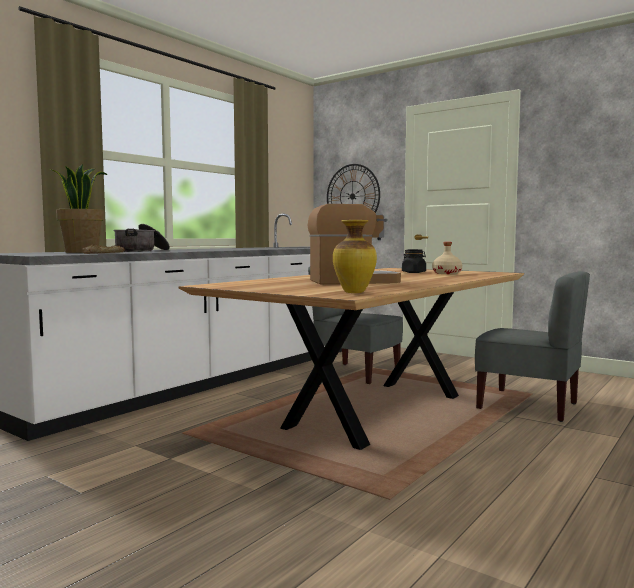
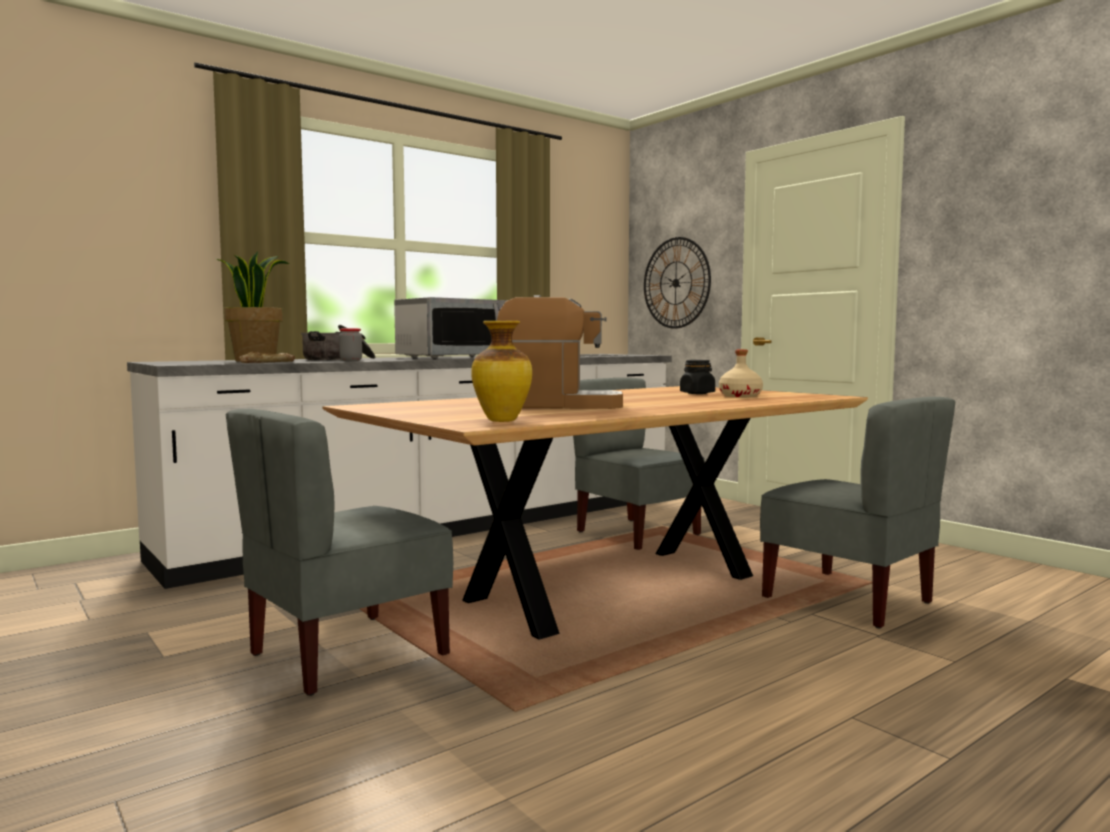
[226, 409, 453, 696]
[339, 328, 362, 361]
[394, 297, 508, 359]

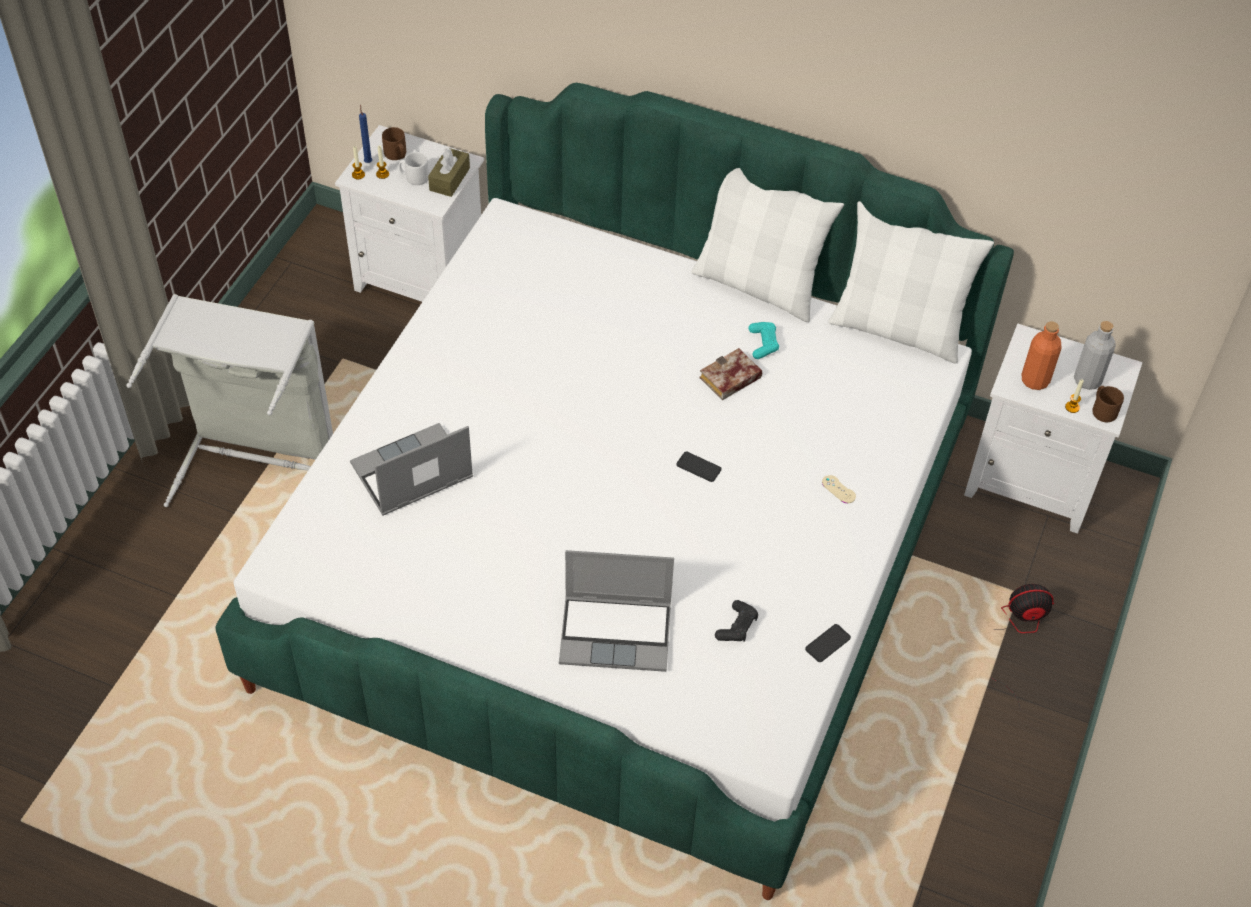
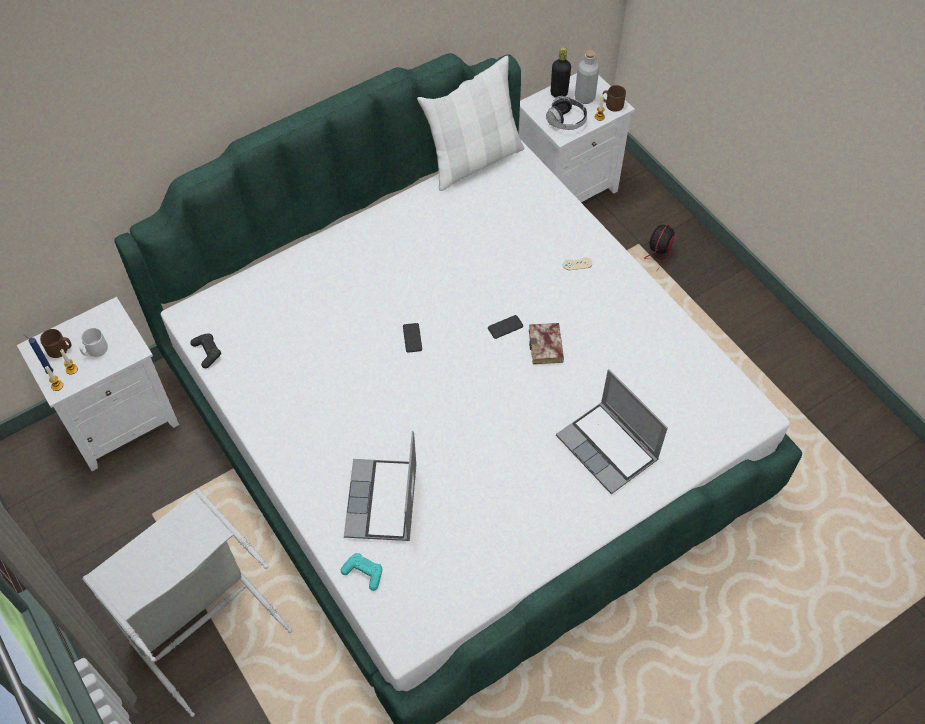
[428, 147, 470, 197] (first image)
[691, 168, 844, 322] (first image)
[551, 47, 571, 98]
[529, 323, 564, 364]
[190, 333, 221, 368]
[341, 553, 382, 591]
[403, 323, 422, 353]
[546, 96, 587, 130]
[556, 369, 668, 494]

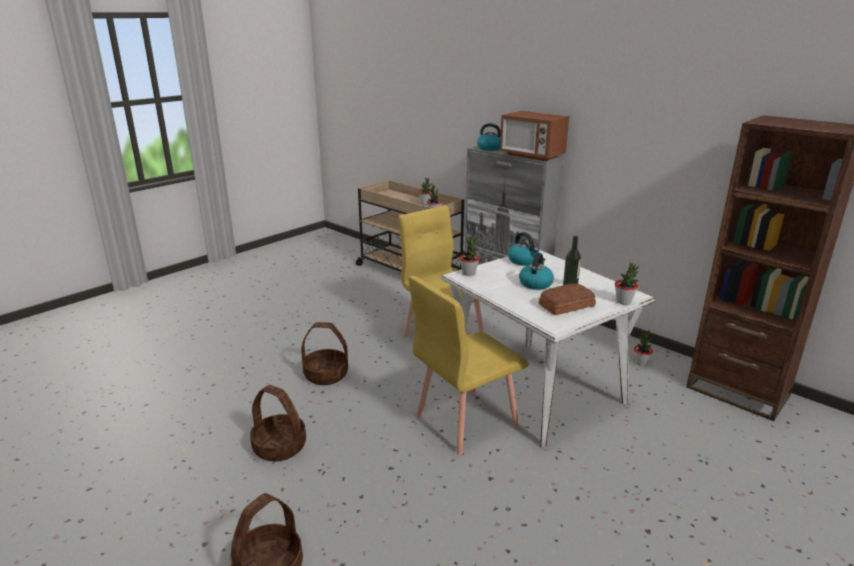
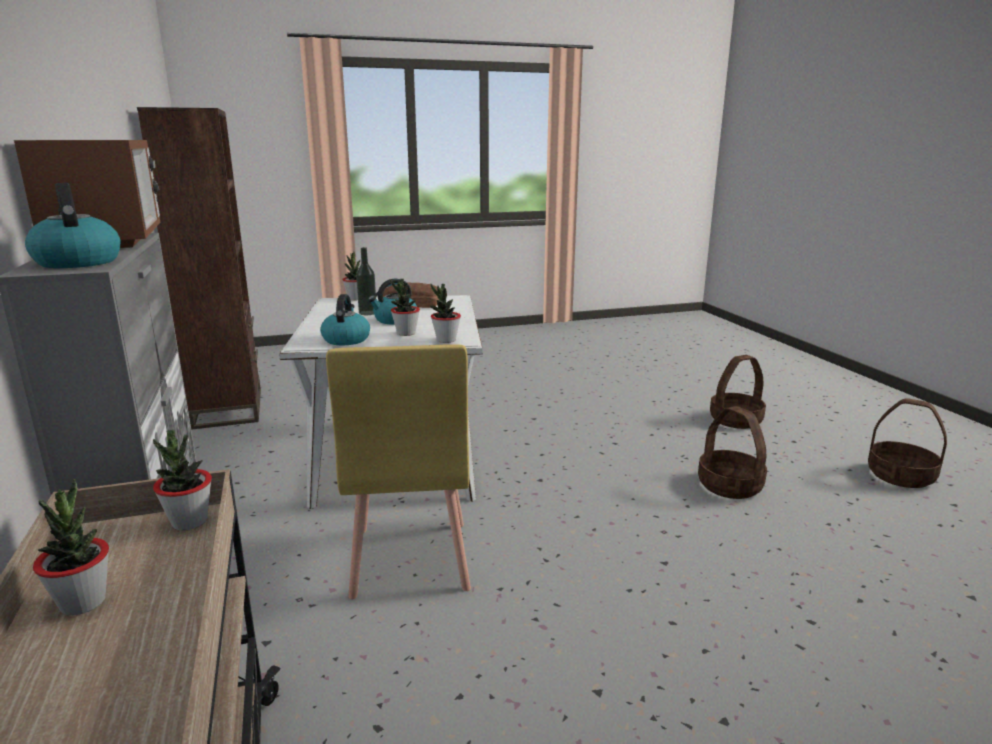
[408, 276, 529, 455] (first image)
[868, 398, 947, 488]
[390, 279, 420, 336]

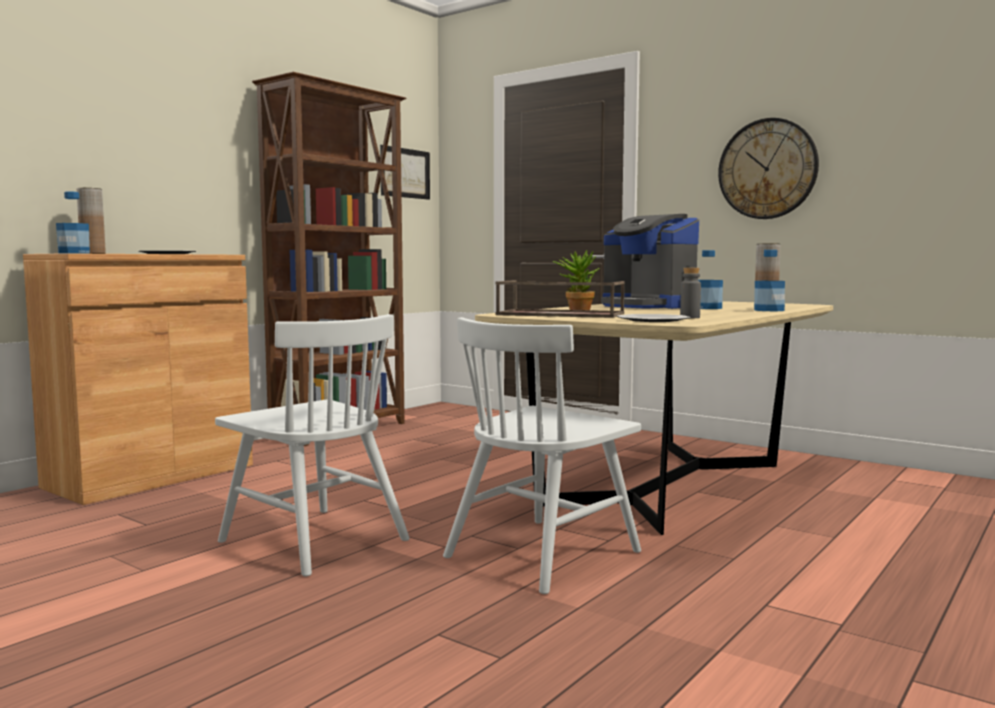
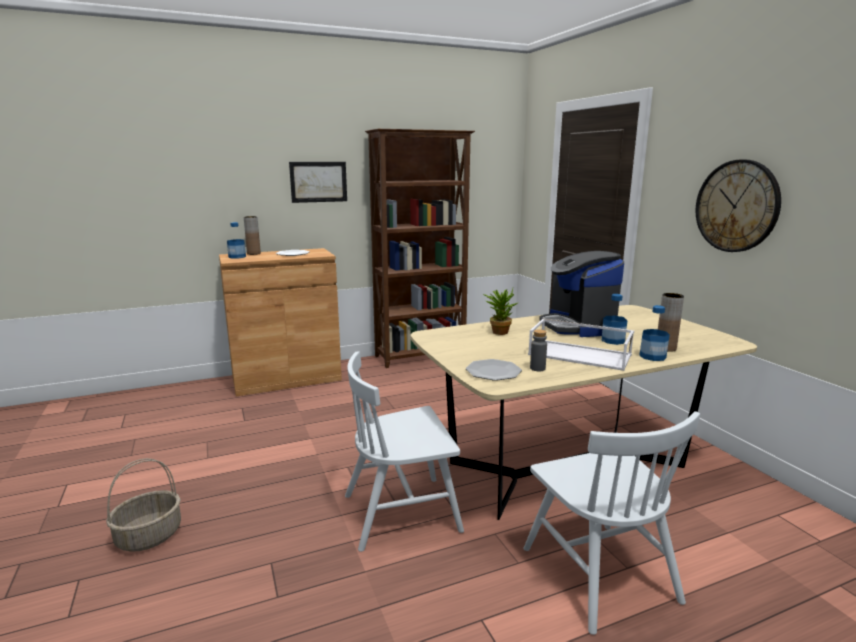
[495, 280, 624, 318] (first image)
[106, 458, 181, 552]
[528, 319, 634, 371]
[523, 411, 700, 635]
[289, 162, 347, 203]

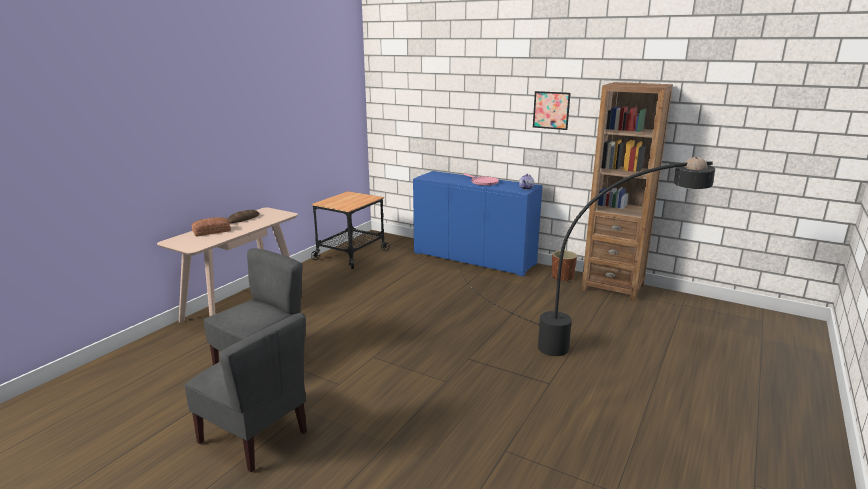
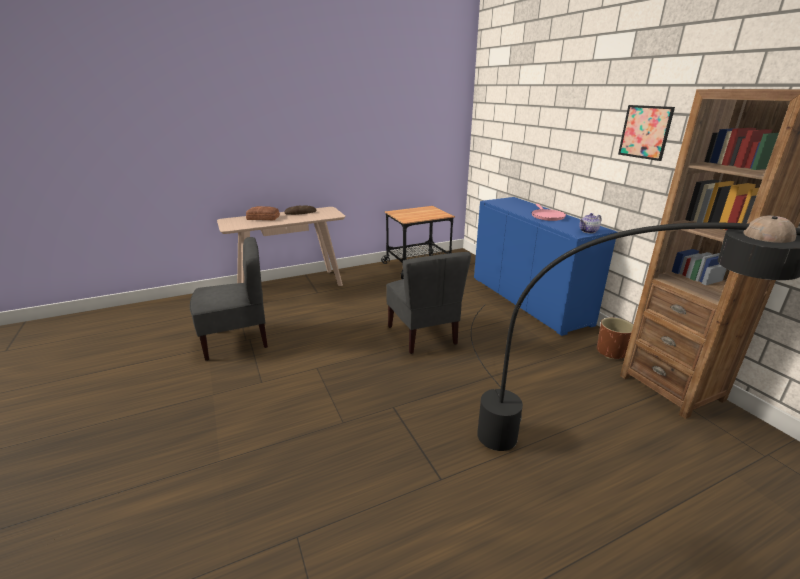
[386, 252, 471, 354]

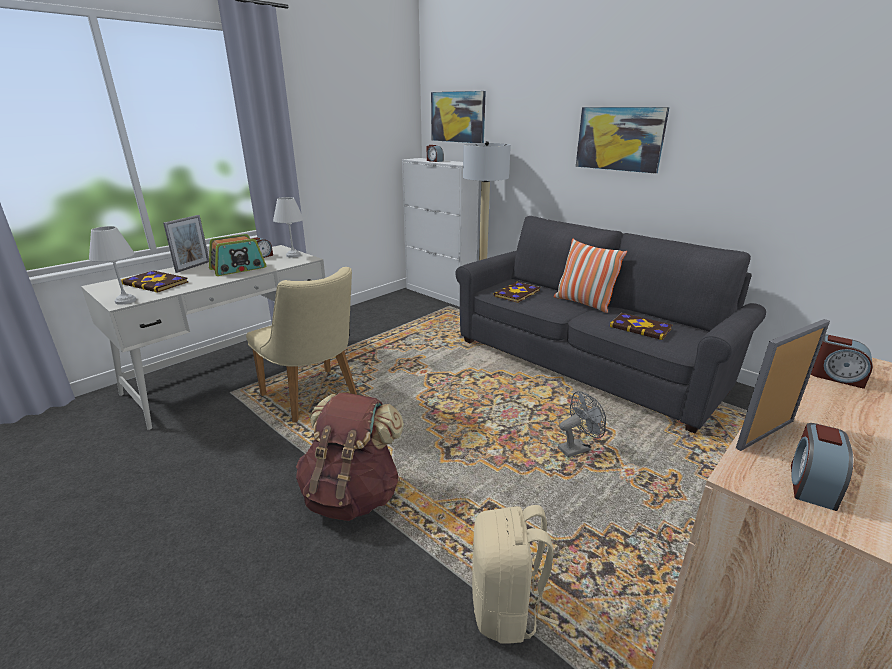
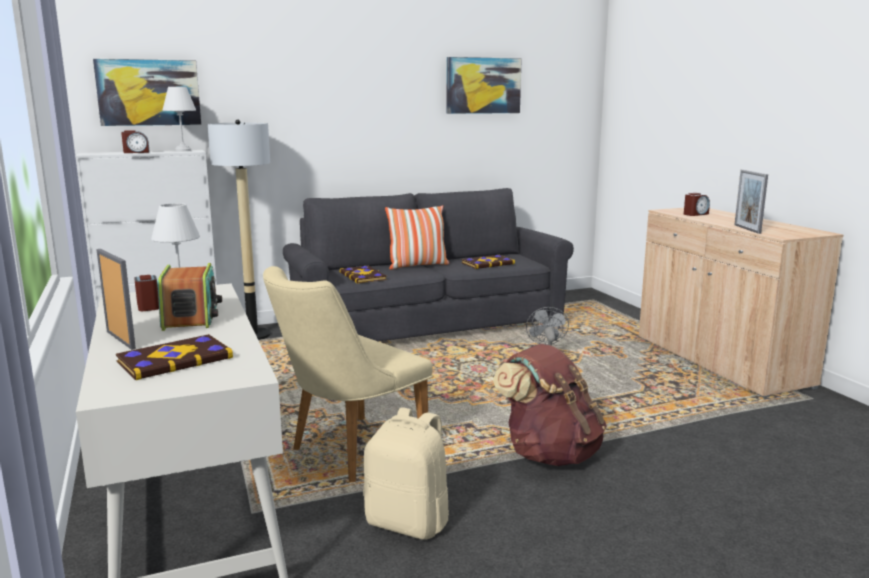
[791, 423, 854, 511] (first image)
[162, 87, 196, 151]
[363, 407, 449, 540]
[446, 57, 522, 114]
[263, 266, 433, 482]

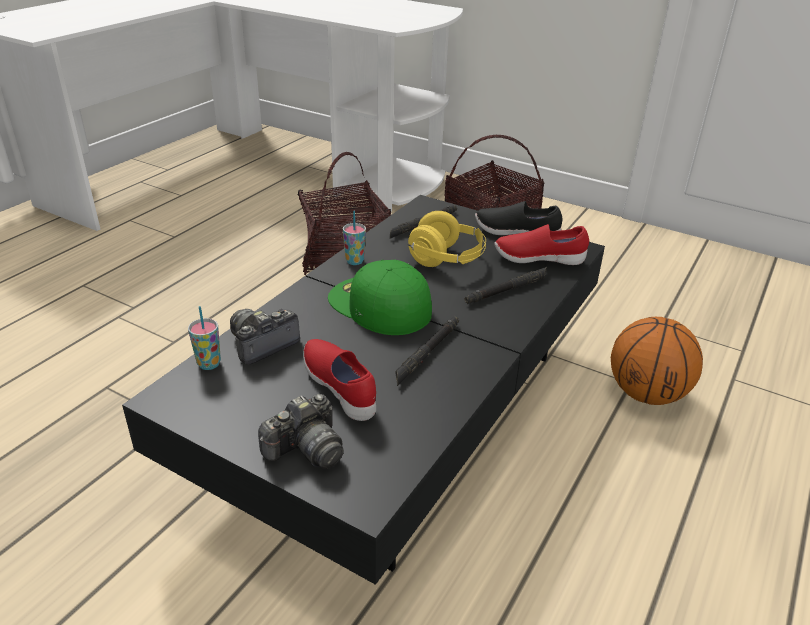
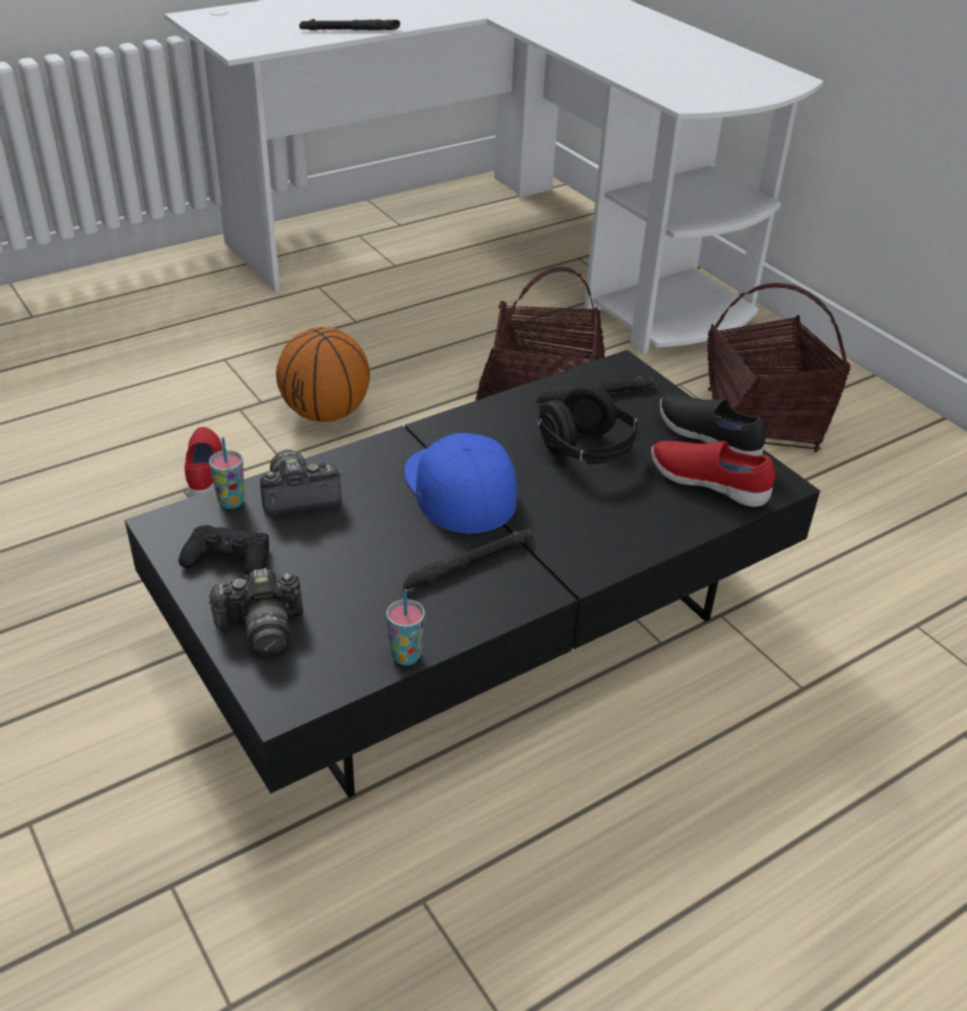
[178, 525, 269, 576]
[184, 427, 223, 498]
[386, 589, 425, 665]
[299, 19, 400, 30]
[276, 327, 370, 422]
[404, 433, 517, 534]
[536, 384, 640, 464]

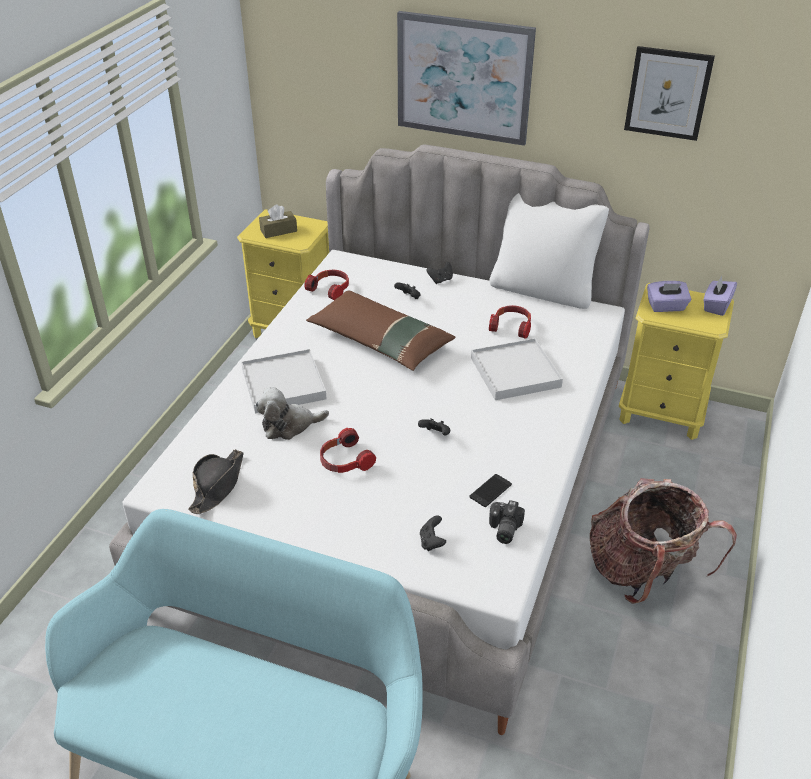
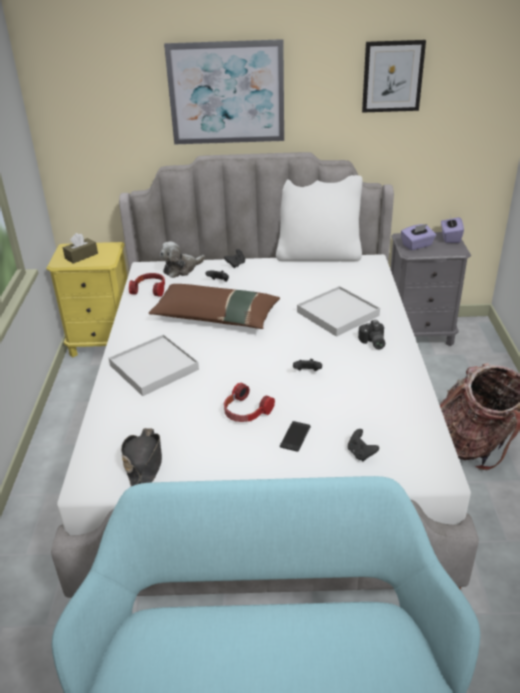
[489, 305, 531, 339] (first image)
[160, 241, 205, 278]
[280, 421, 311, 452]
[358, 320, 385, 349]
[390, 232, 471, 346]

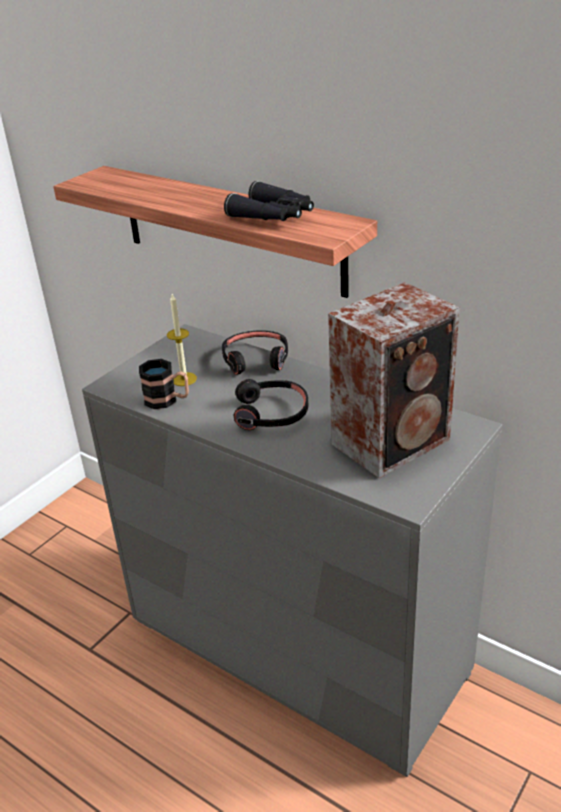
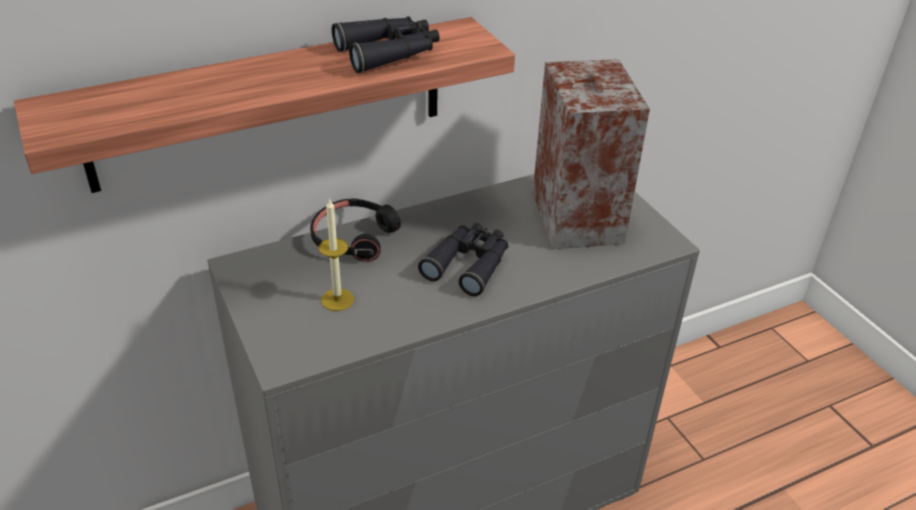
[139, 359, 189, 409] (first image)
[418, 223, 508, 296]

